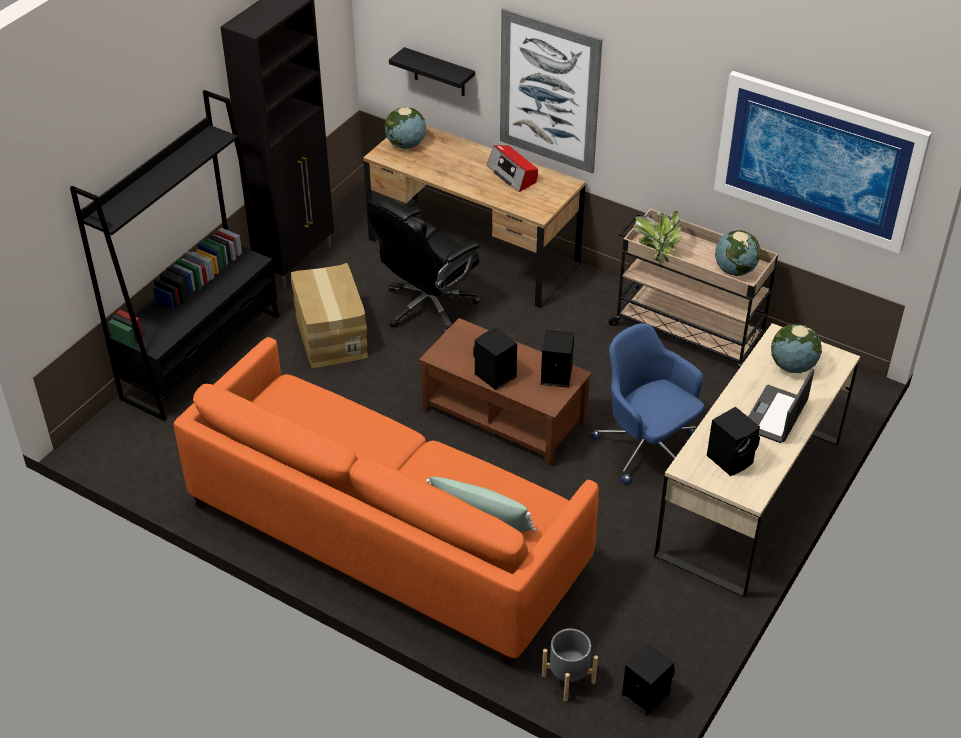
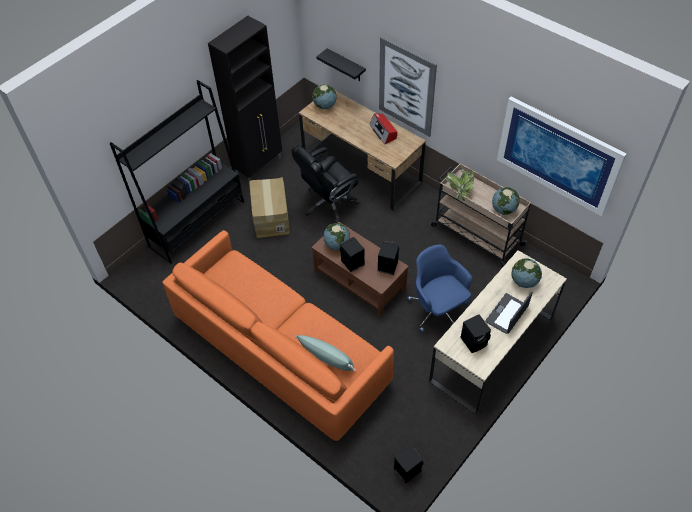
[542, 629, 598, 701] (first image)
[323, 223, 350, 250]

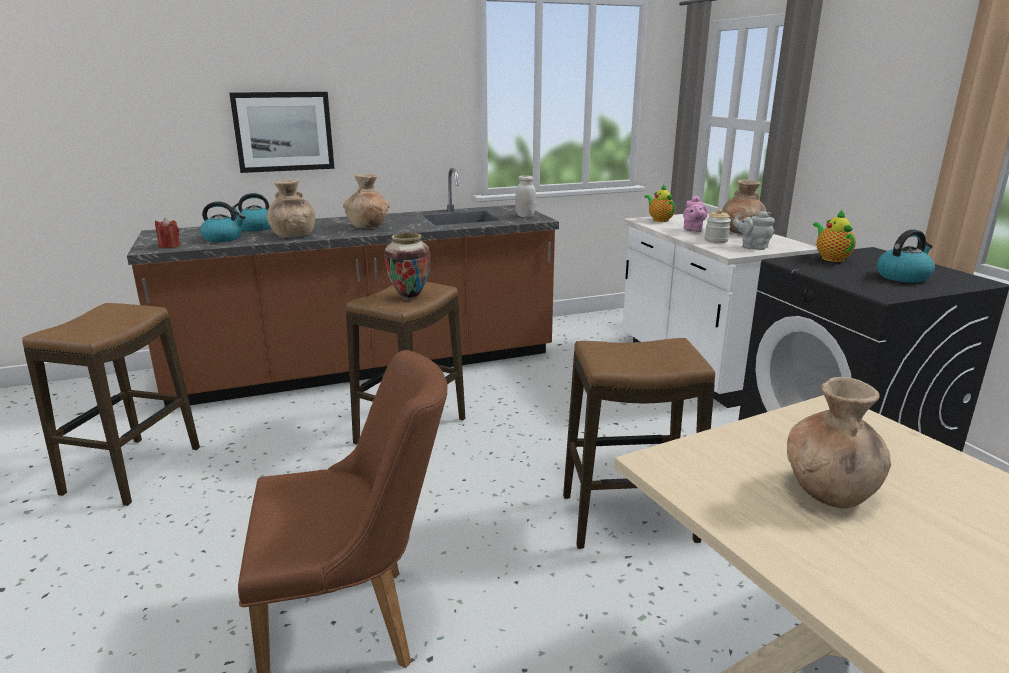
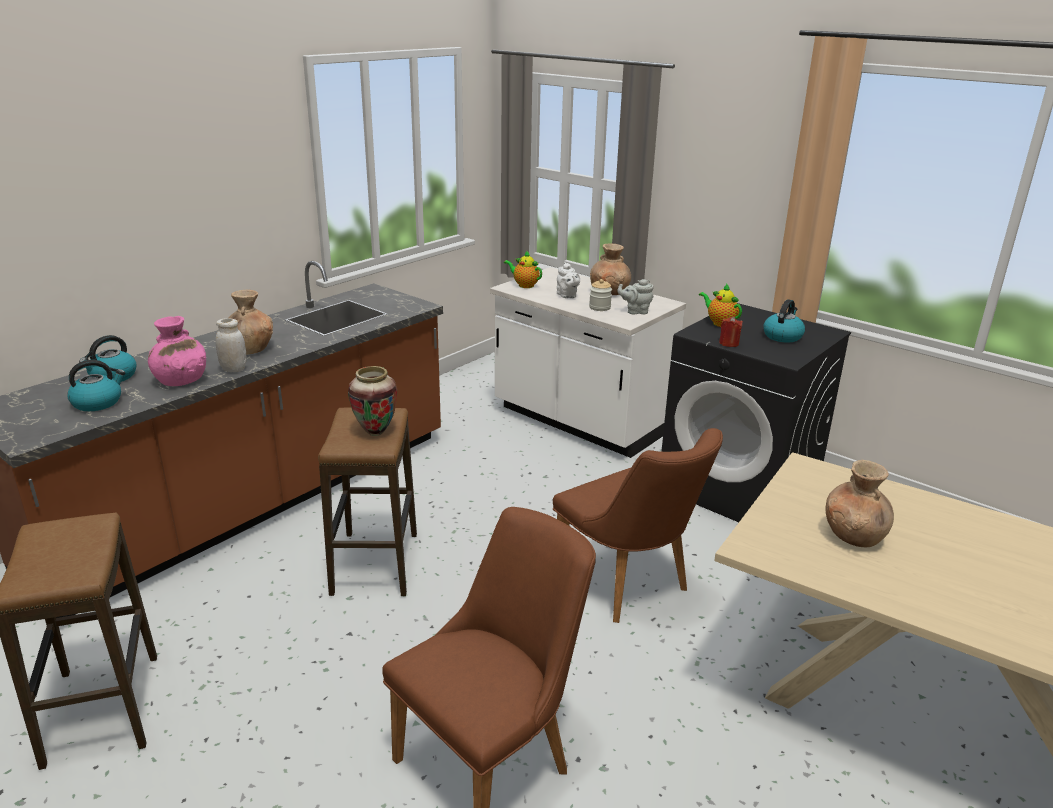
[229, 92, 335, 173] (first image)
[719, 316, 743, 347]
[216, 318, 246, 372]
[553, 428, 723, 623]
[148, 316, 206, 386]
[557, 262, 580, 298]

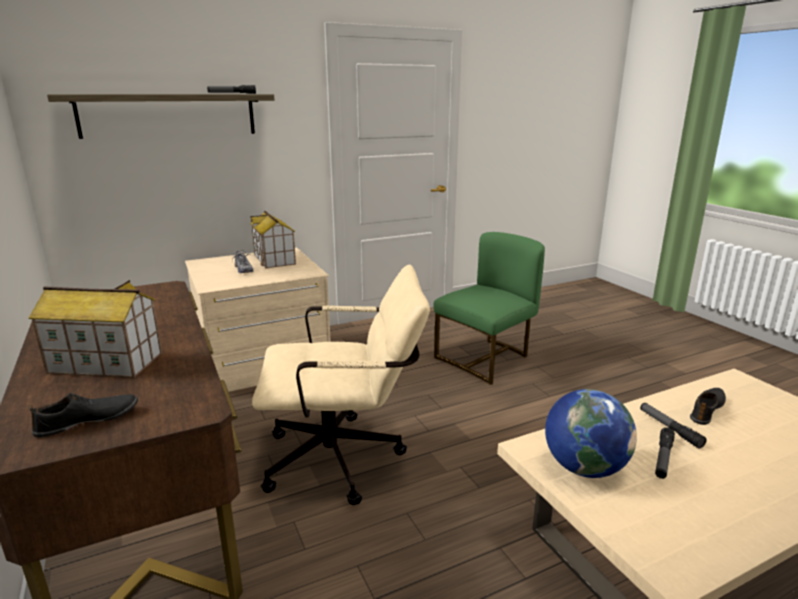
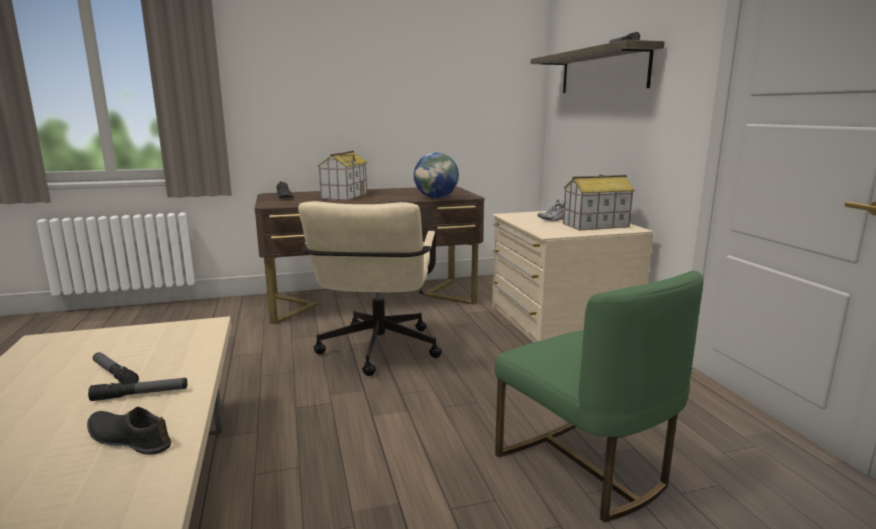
[414, 152, 459, 198]
[87, 407, 171, 455]

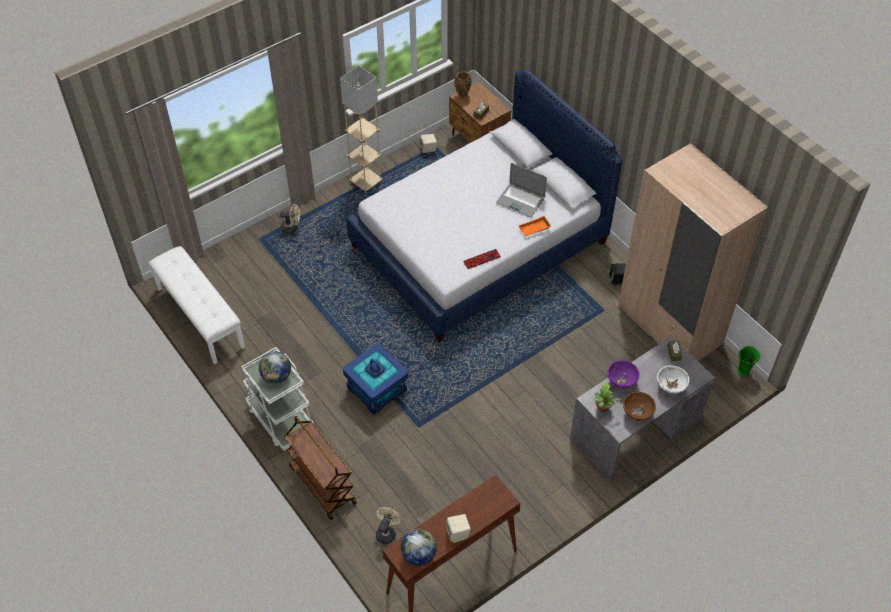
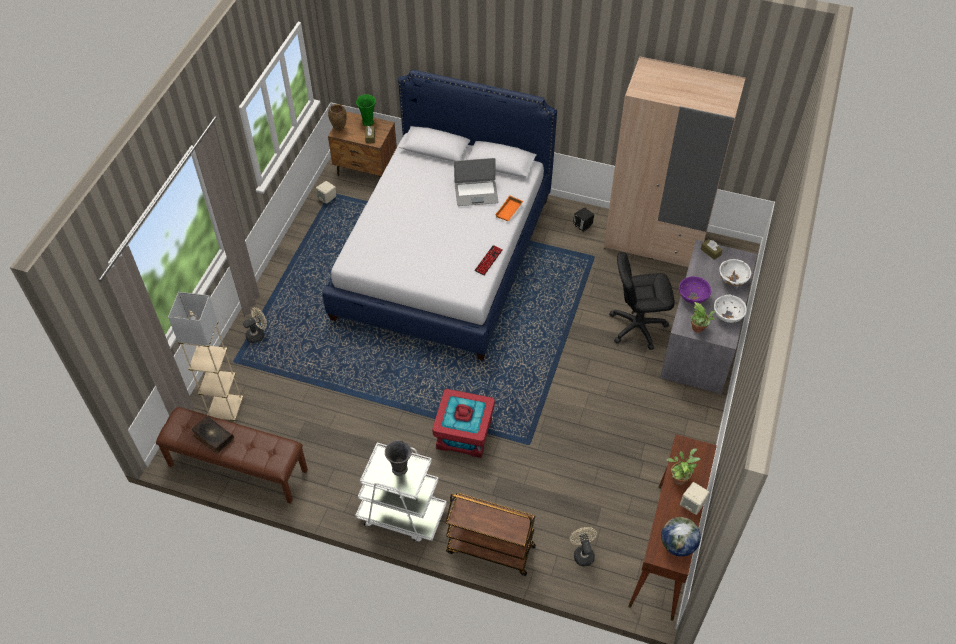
[192, 416, 234, 454]
[609, 252, 675, 350]
[666, 448, 701, 485]
[168, 292, 243, 422]
[356, 94, 376, 126]
[385, 440, 412, 476]
[156, 407, 308, 504]
[432, 389, 495, 458]
[714, 295, 747, 323]

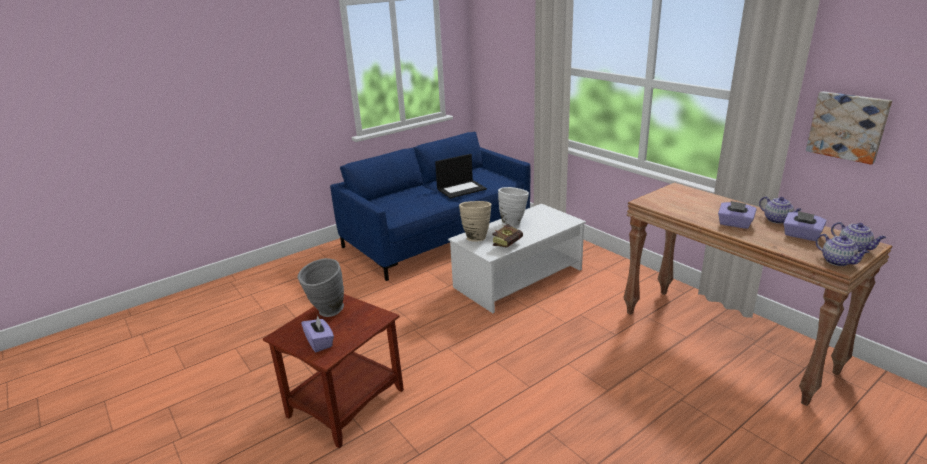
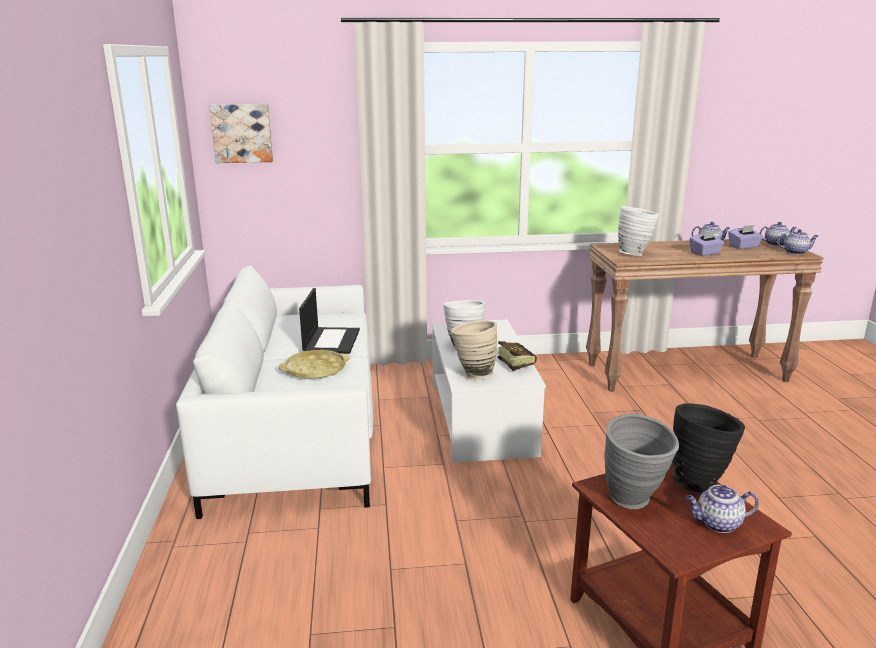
[279, 350, 350, 379]
[618, 206, 659, 256]
[672, 403, 745, 493]
[209, 104, 273, 163]
[686, 485, 759, 533]
[176, 266, 373, 519]

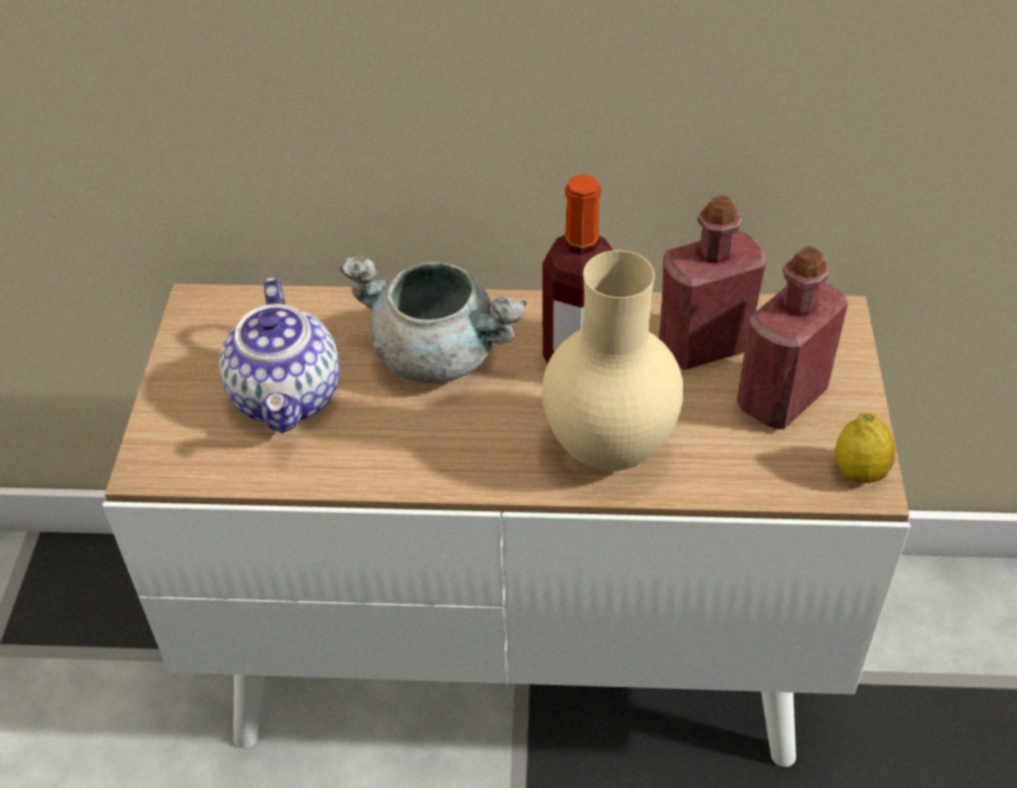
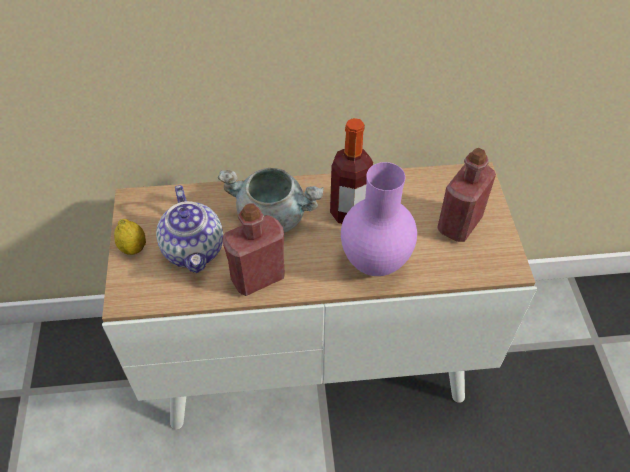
[223, 203, 285, 296]
[114, 219, 146, 255]
[341, 162, 417, 276]

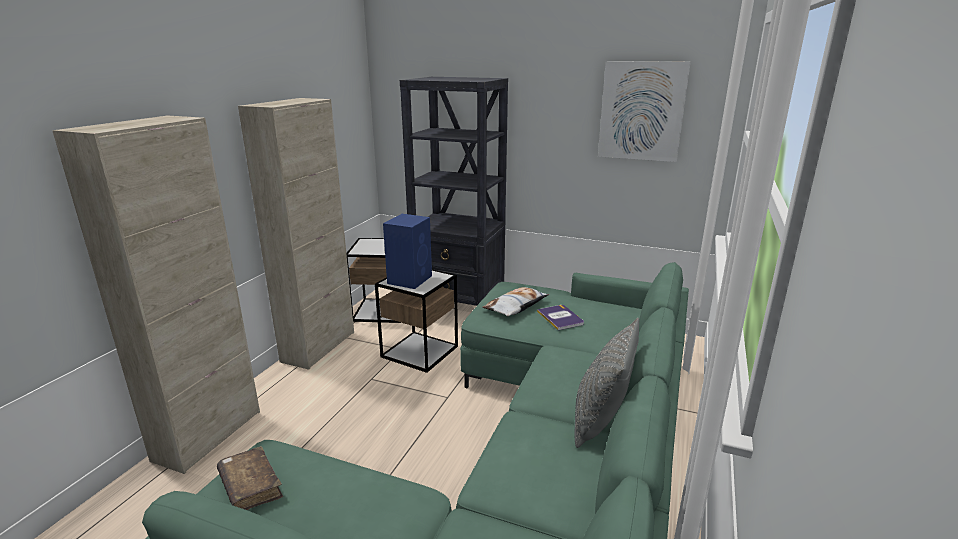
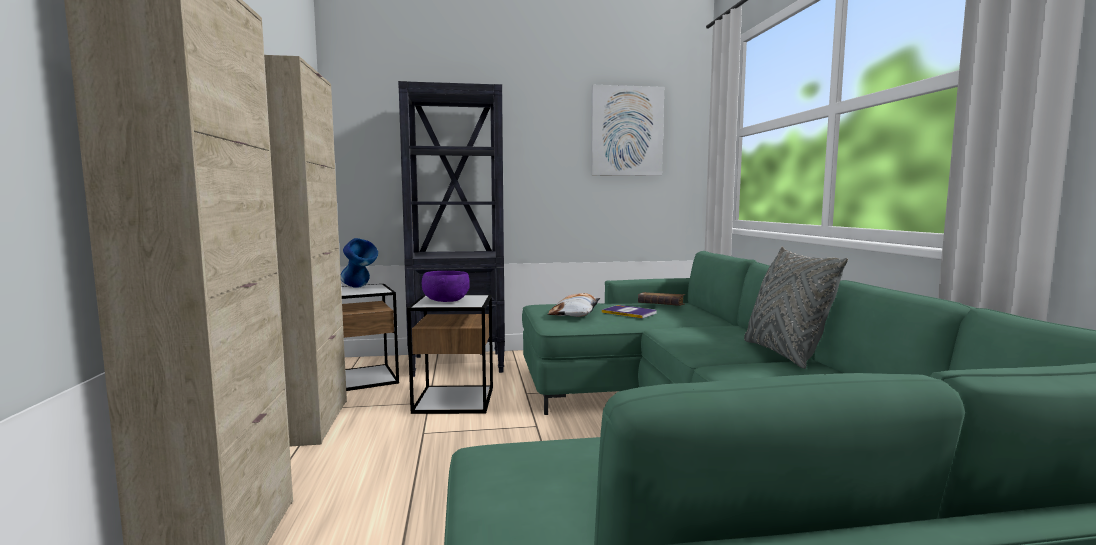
[341, 238, 378, 288]
[638, 292, 685, 306]
[422, 271, 470, 302]

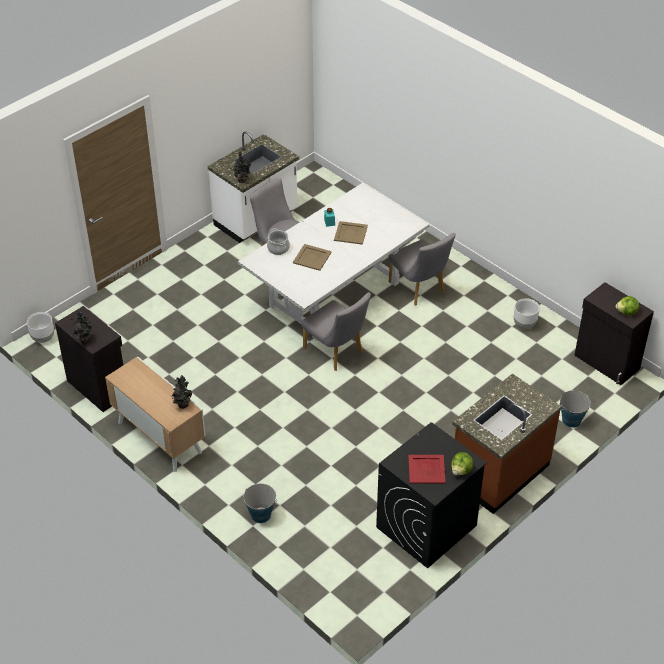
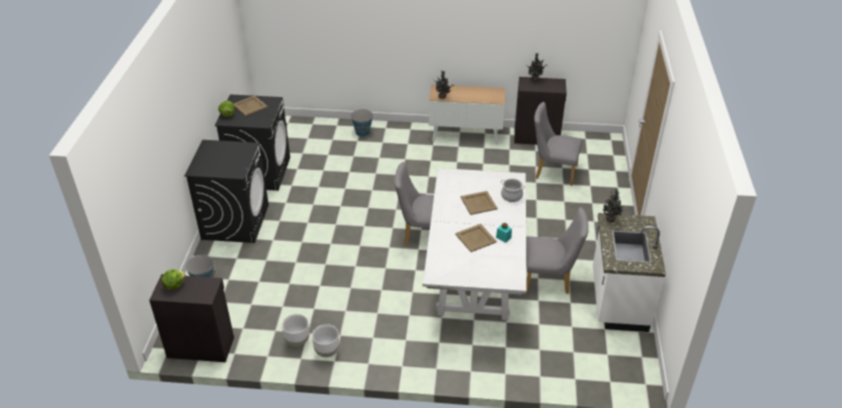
[312, 324, 339, 357]
[534, 102, 582, 186]
[184, 140, 269, 243]
[234, 95, 268, 116]

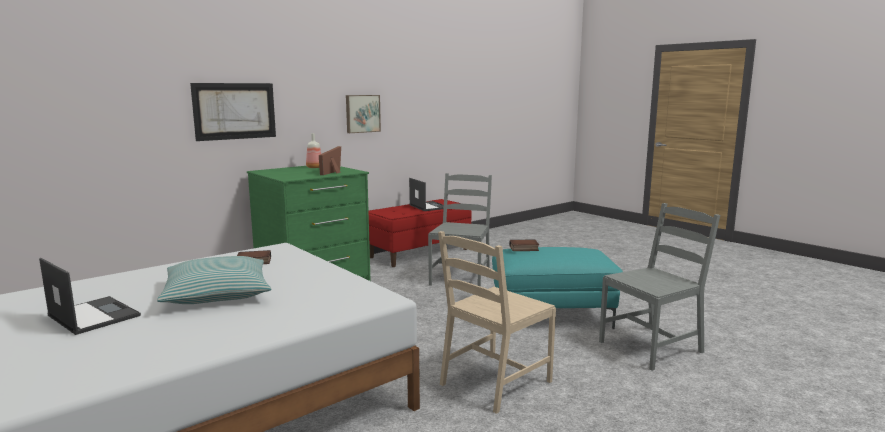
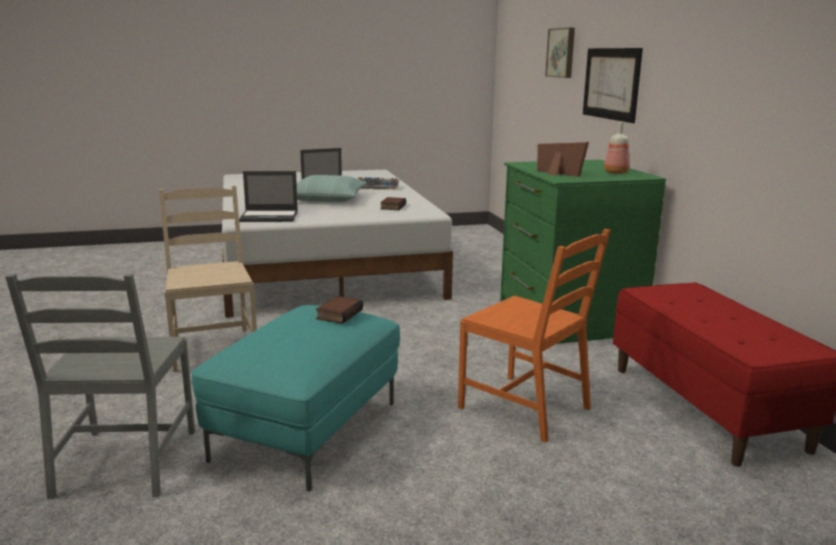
[358, 177, 399, 190]
[545, 28, 575, 78]
[239, 171, 298, 222]
[458, 229, 611, 443]

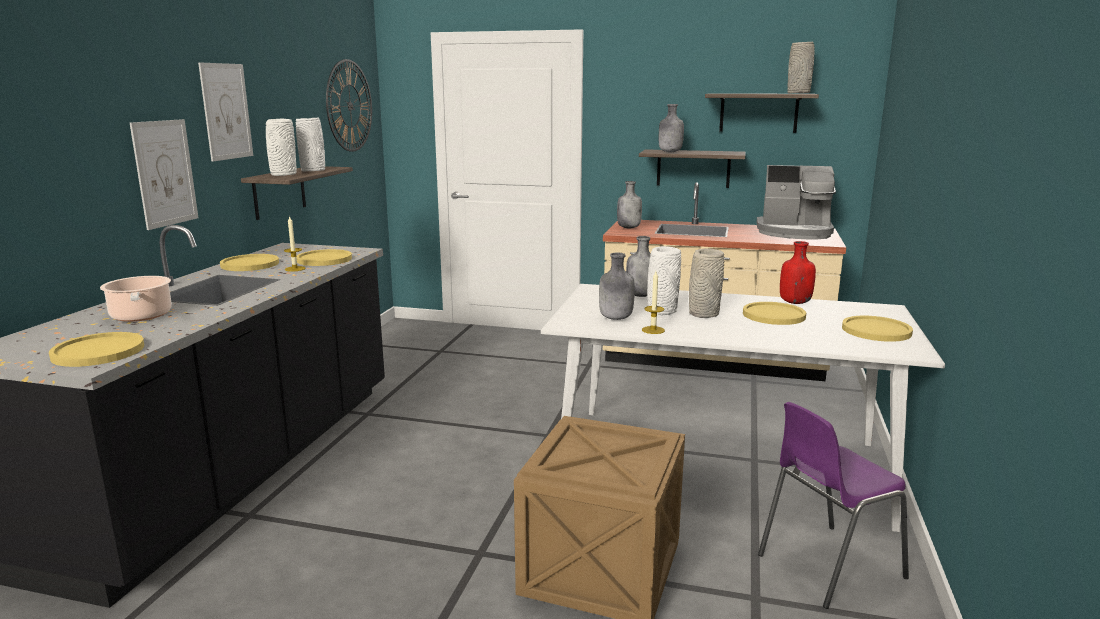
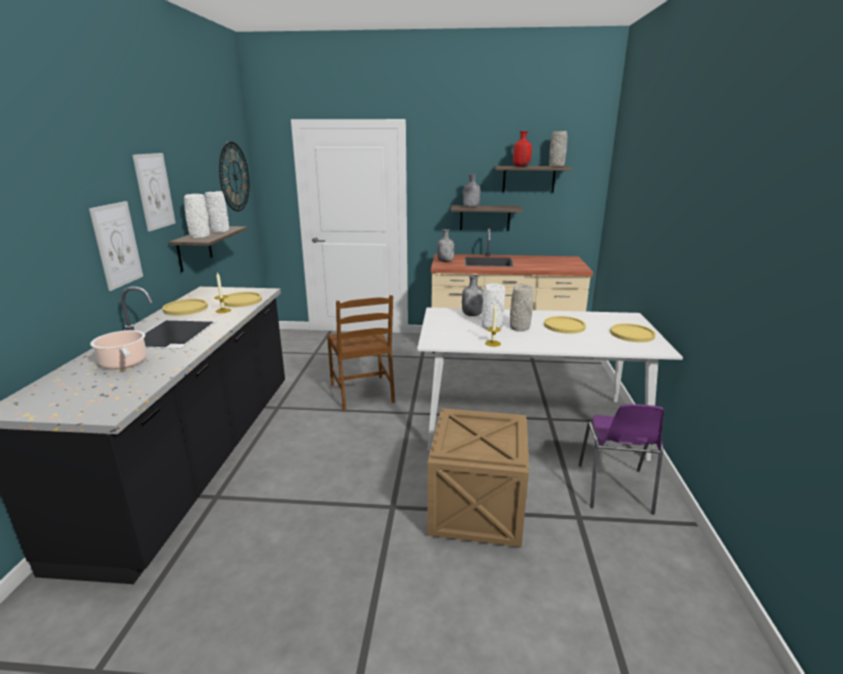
[49, 332, 144, 367] (first image)
[599, 253, 635, 320] (first image)
[756, 165, 836, 239] (first image)
[327, 295, 395, 411]
[513, 131, 532, 167]
[578, 404, 664, 514]

